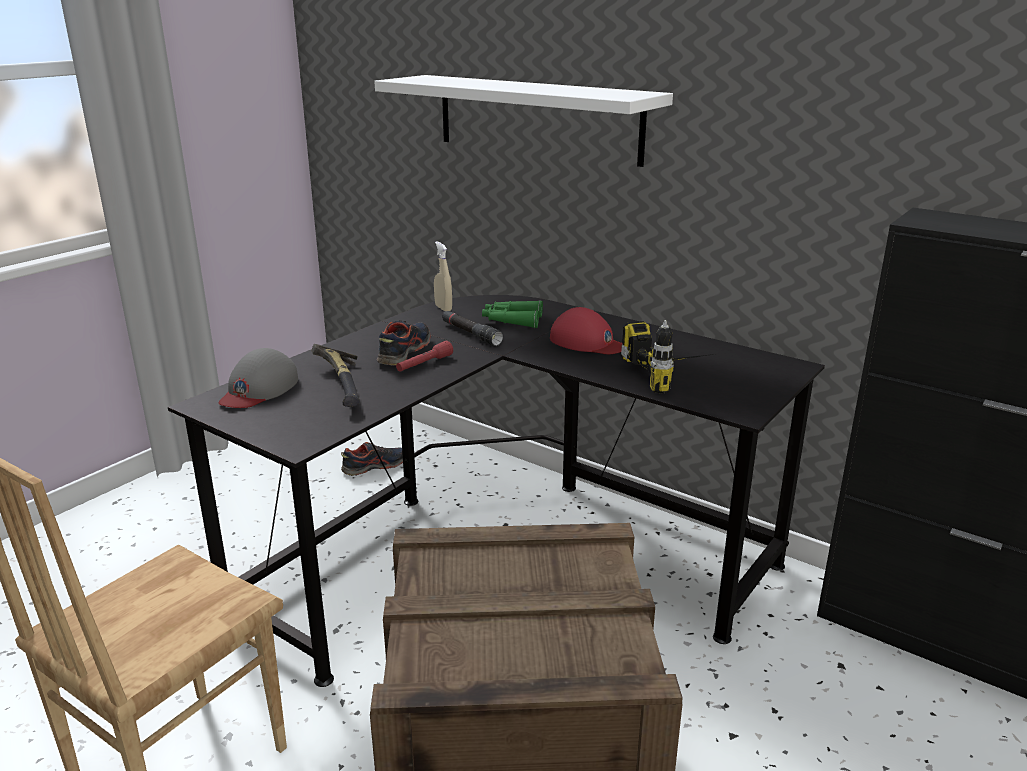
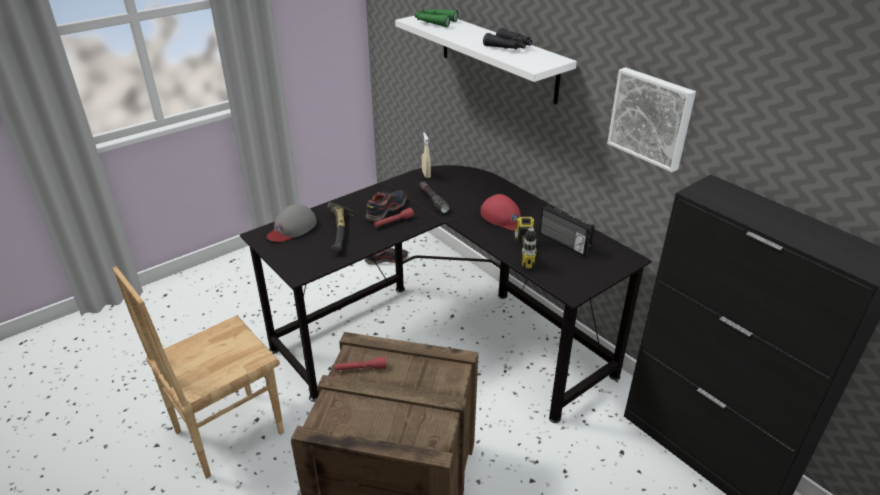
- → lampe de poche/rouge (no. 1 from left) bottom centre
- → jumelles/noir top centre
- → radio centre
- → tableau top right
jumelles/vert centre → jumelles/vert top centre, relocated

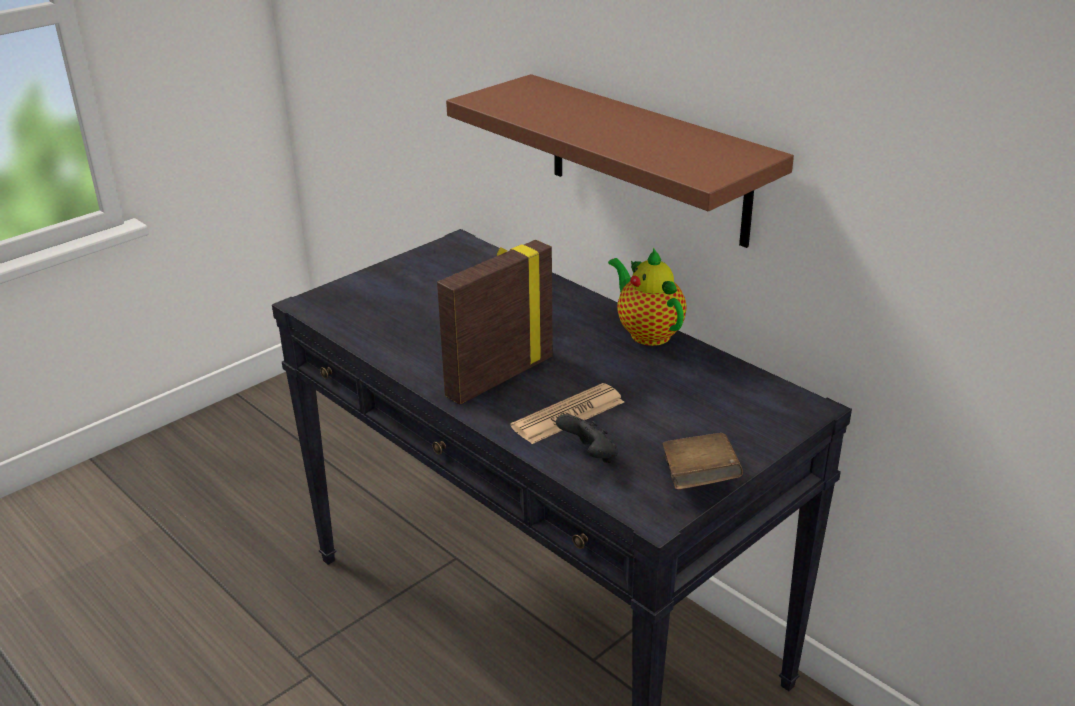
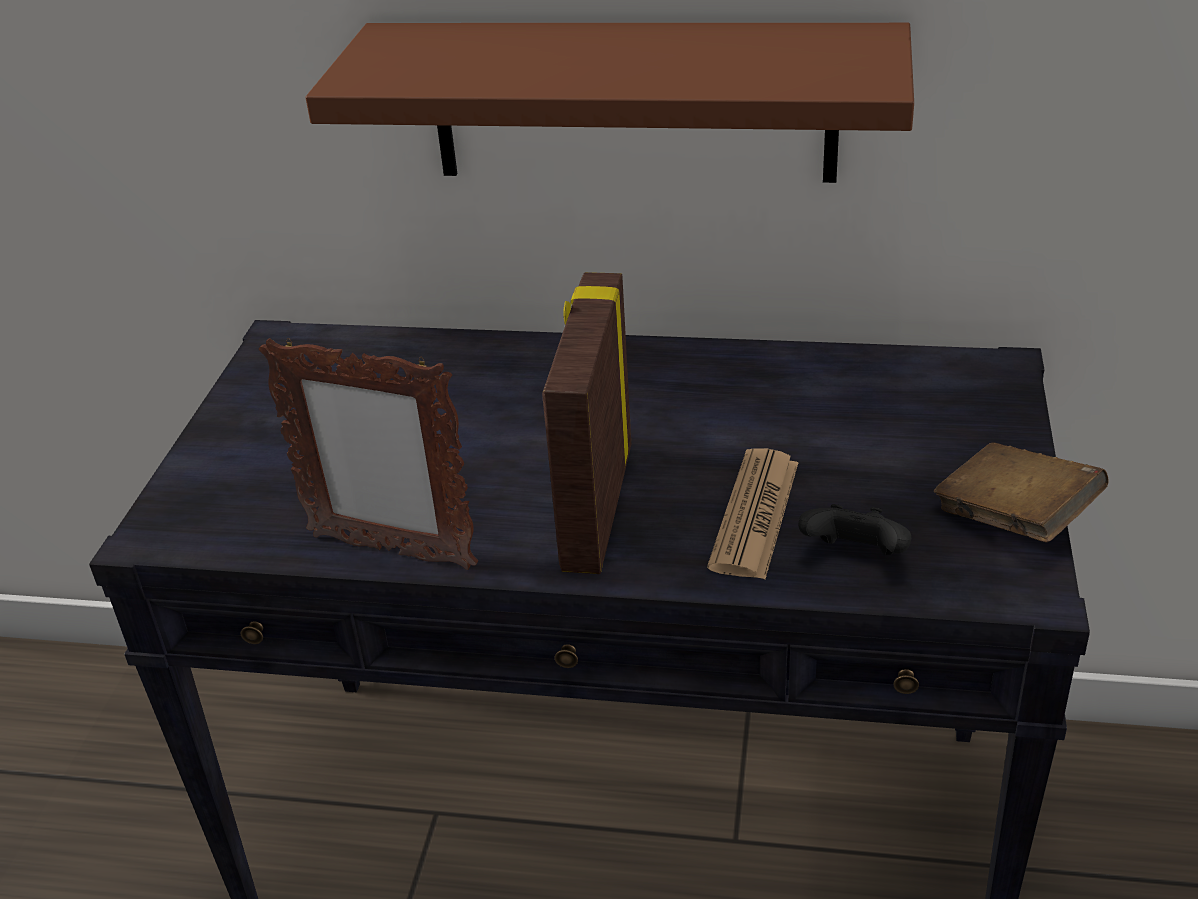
théière centre → -
- → cadre photo (no. 1 from left) middle left

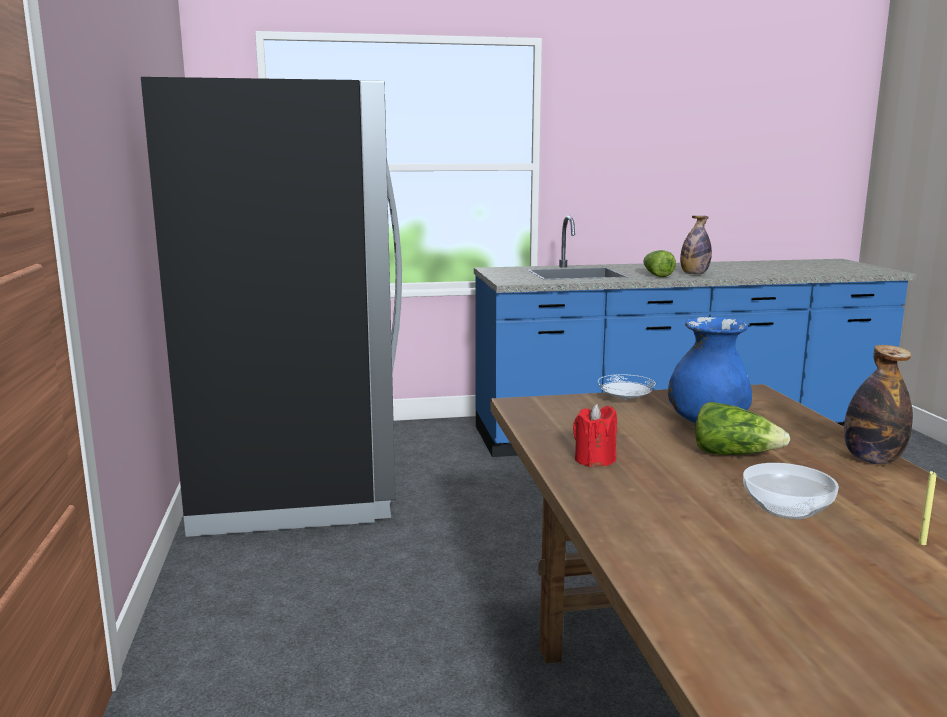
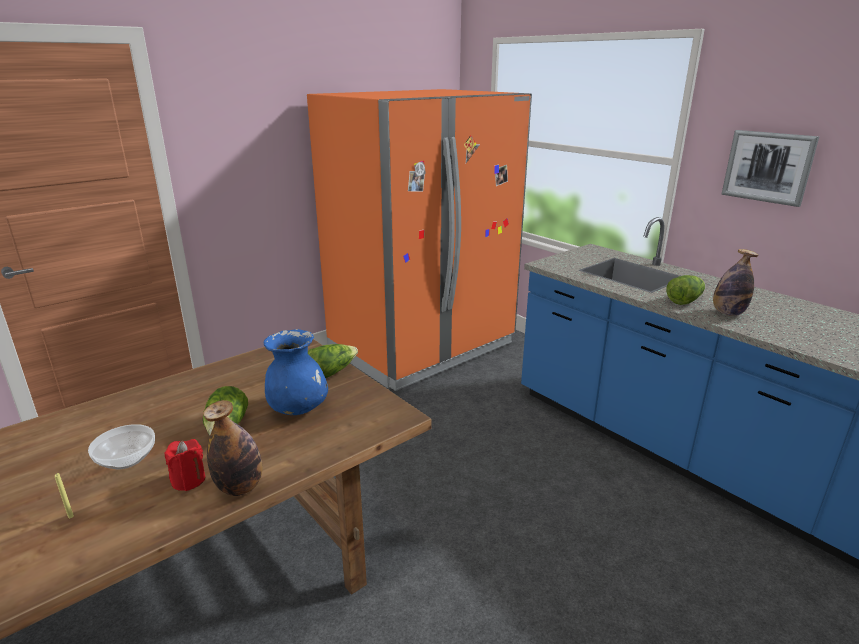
- → tableau top right
bougie/rouge centre → bougie/rouge bottom left, relocated
assiette/blanc centre → laitue (no. 2 from left) centre
réfrigérateur/noir middle left → réfrigérateur/orange centre

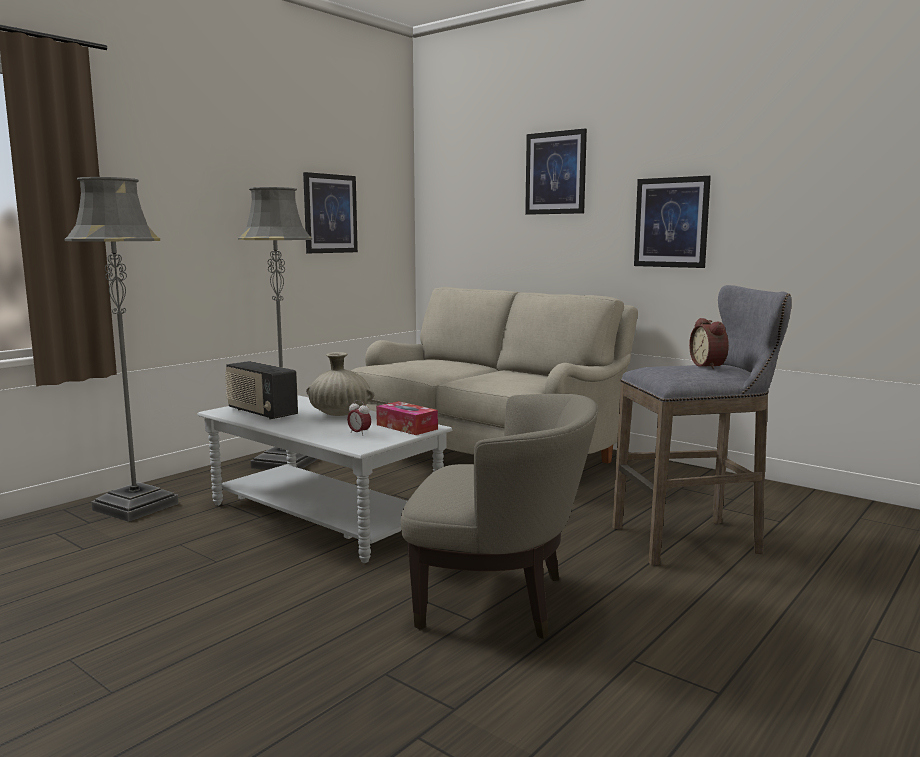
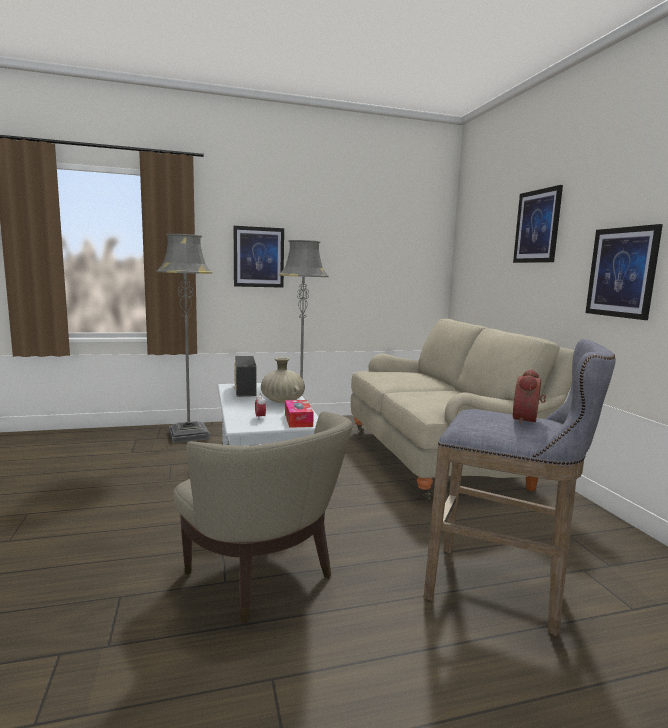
tableau (no. 1 from left) top centre → tableau (no. 1 from left) centre, relocated

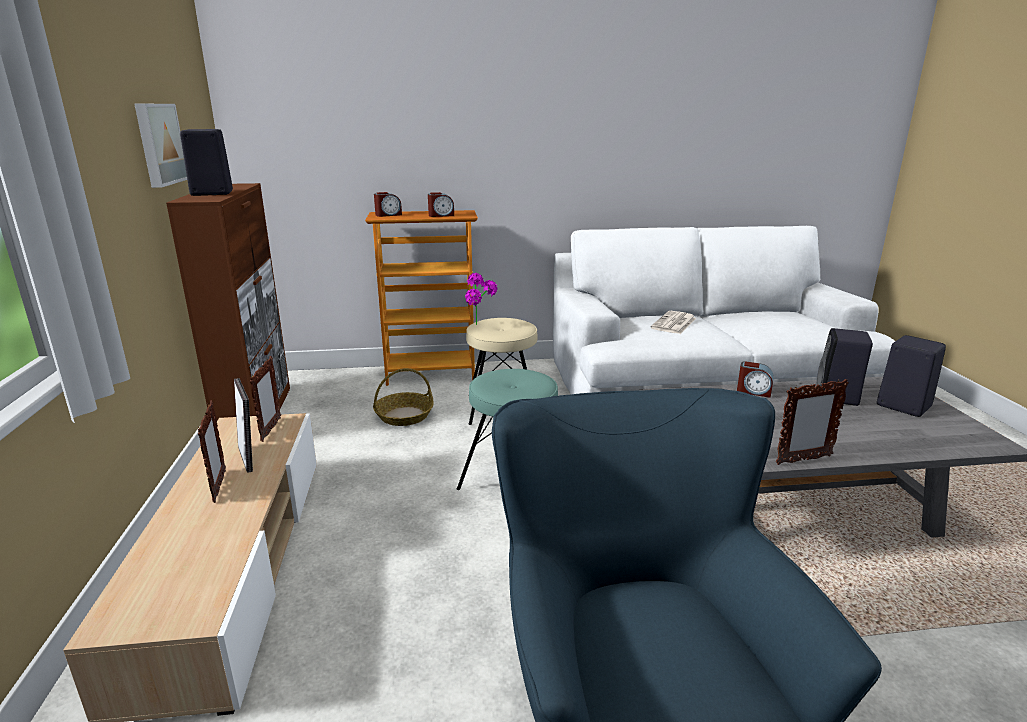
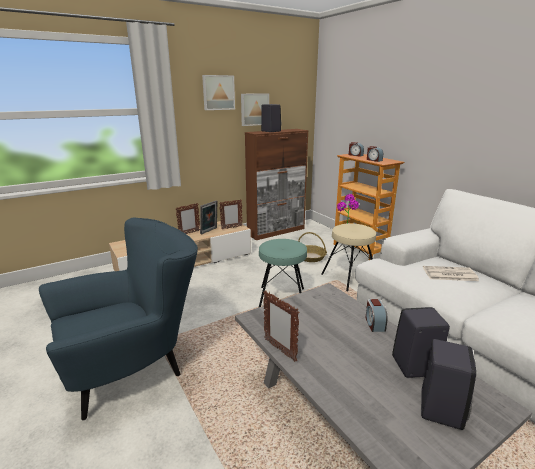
- → tableau (no. 1 from left) top centre

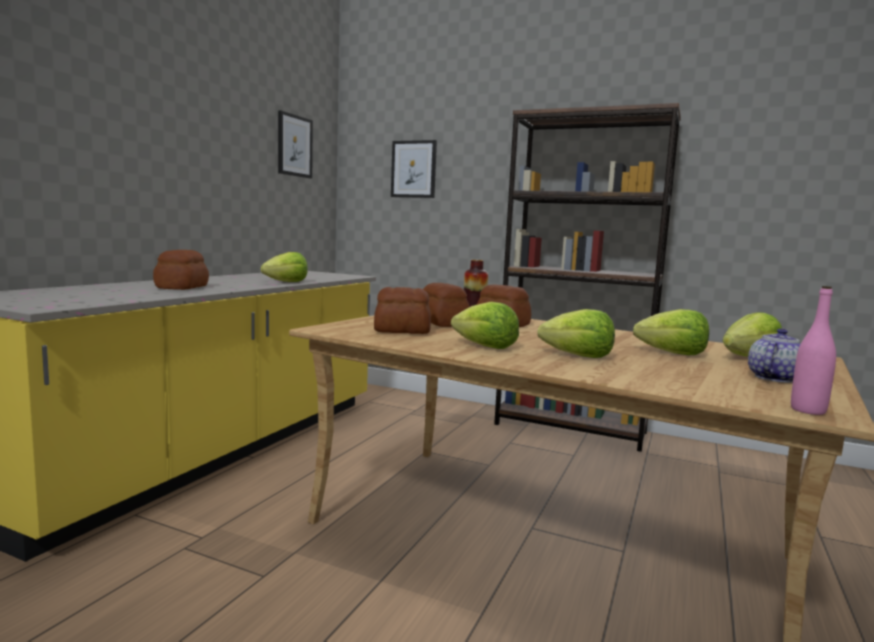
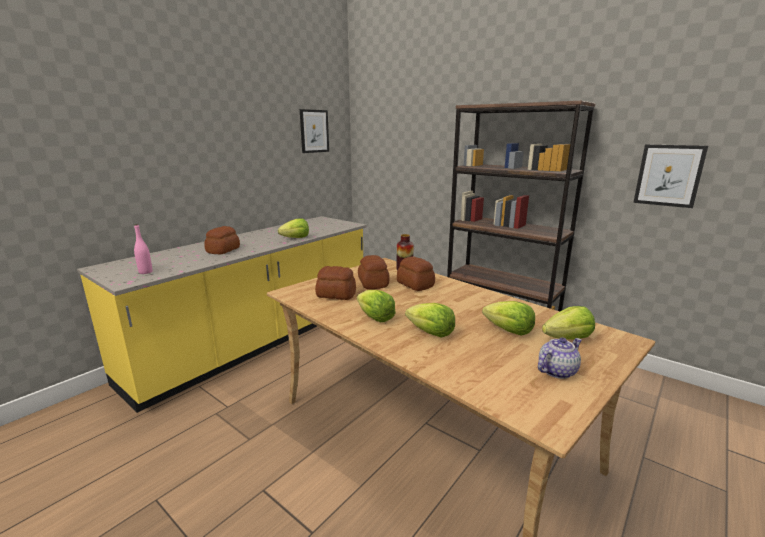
tableau (no. 2 from left) top centre → tableau (no. 2 from left) top right, relocated
bouteille/rose middle right → bouteille/rose middle left, relocated

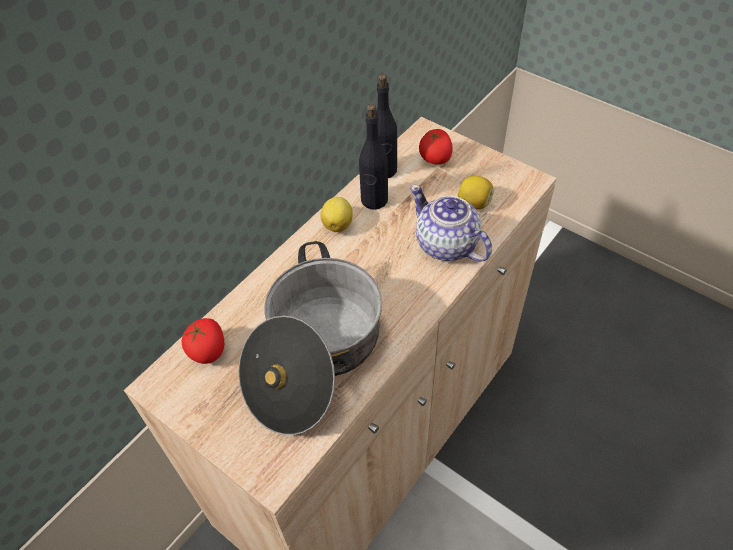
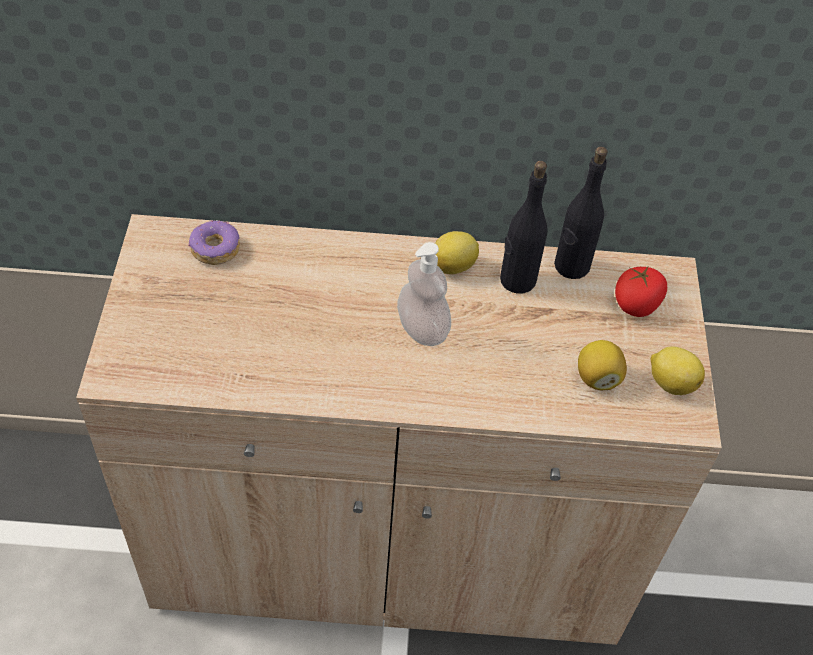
marmite centre → -
théière centre → -
- → distributeur de savon centre
- → citron (no. 3 from left) middle right
tomate (no. 1 from left) middle left → beignet middle left

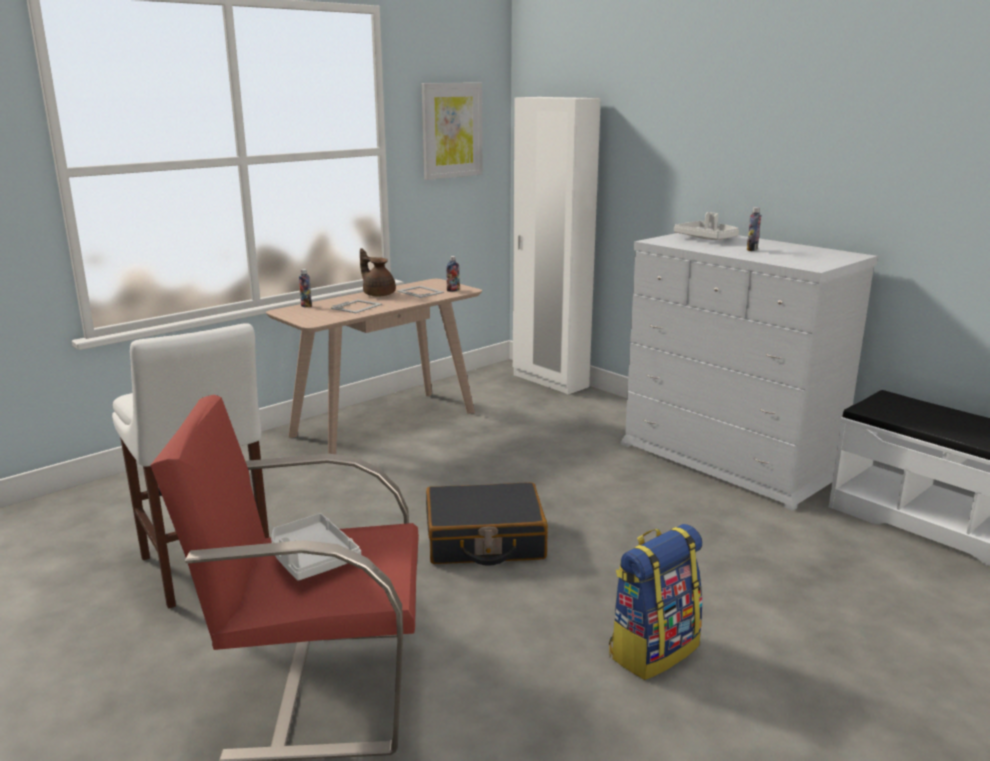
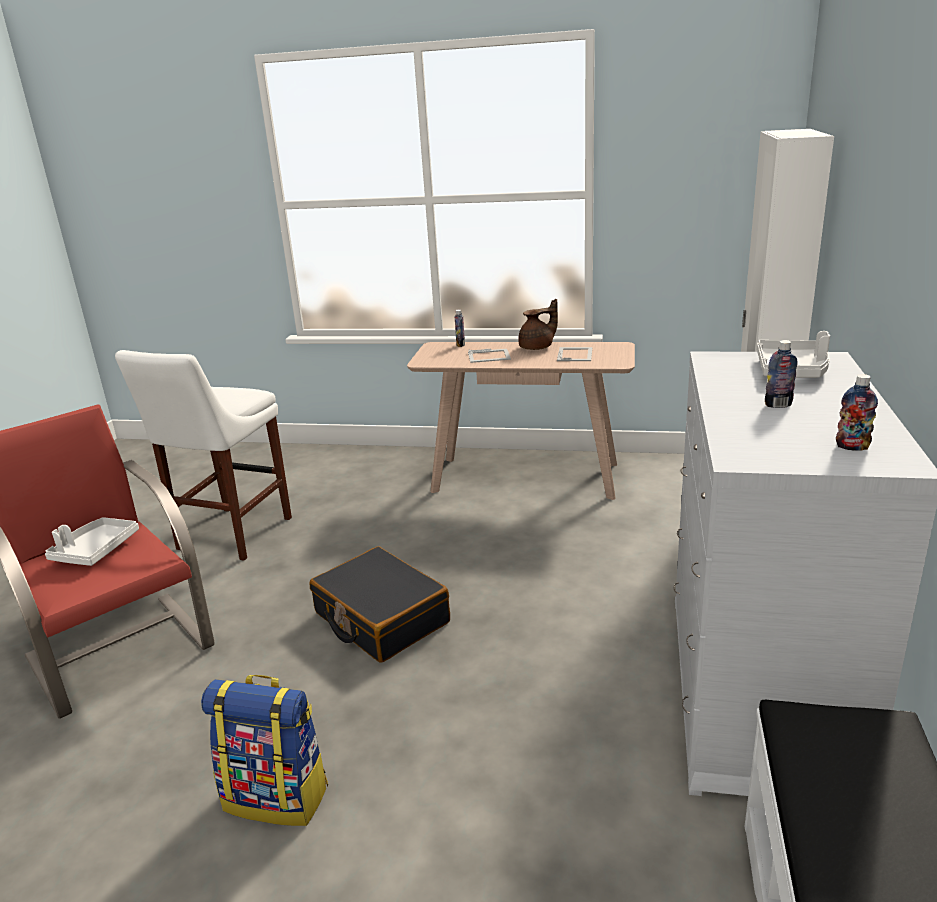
tableau top centre → -
bouteille (no. 2 from left in the first image) centre → bouteille (no. 3 from left) middle right, relocated
théière/marron centre, 60 degrees clockwise

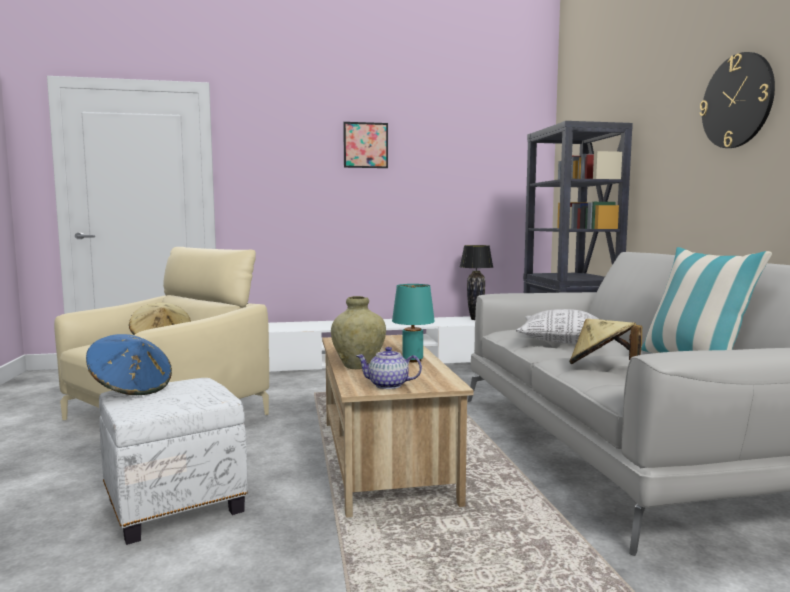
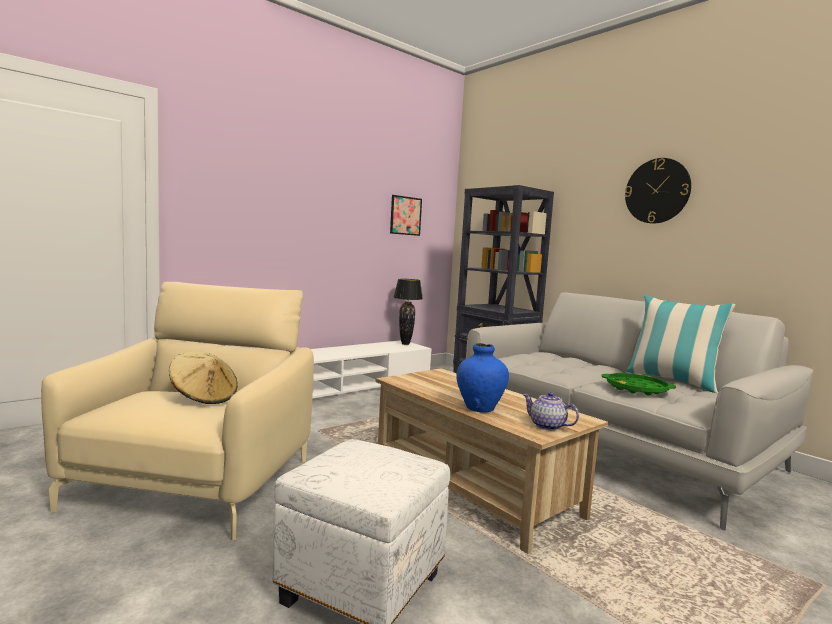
chapeau/bleu middle left → -
lampe de table/turquoise centre → -
coussin (no. 1 from left) middle right → -
tableau top centre → tableau centre, relocated
chapeau/beige (no. 2 from left) middle right → plateau/vert middle right
vase/beige centre → vase/bleu centre
théière centre, 60 degrees clockwise

